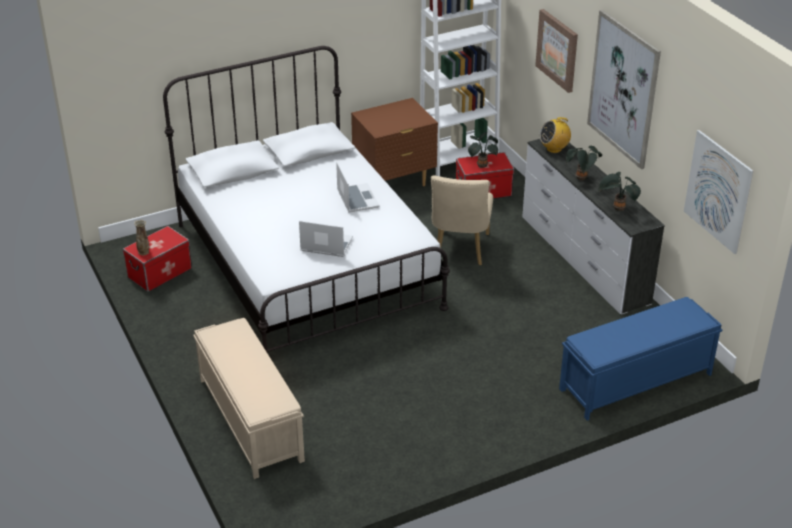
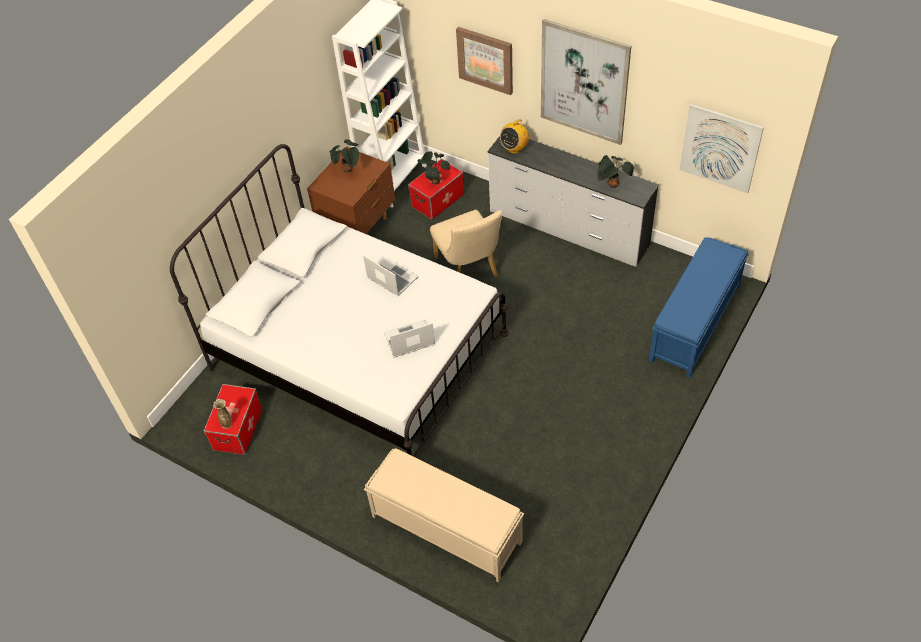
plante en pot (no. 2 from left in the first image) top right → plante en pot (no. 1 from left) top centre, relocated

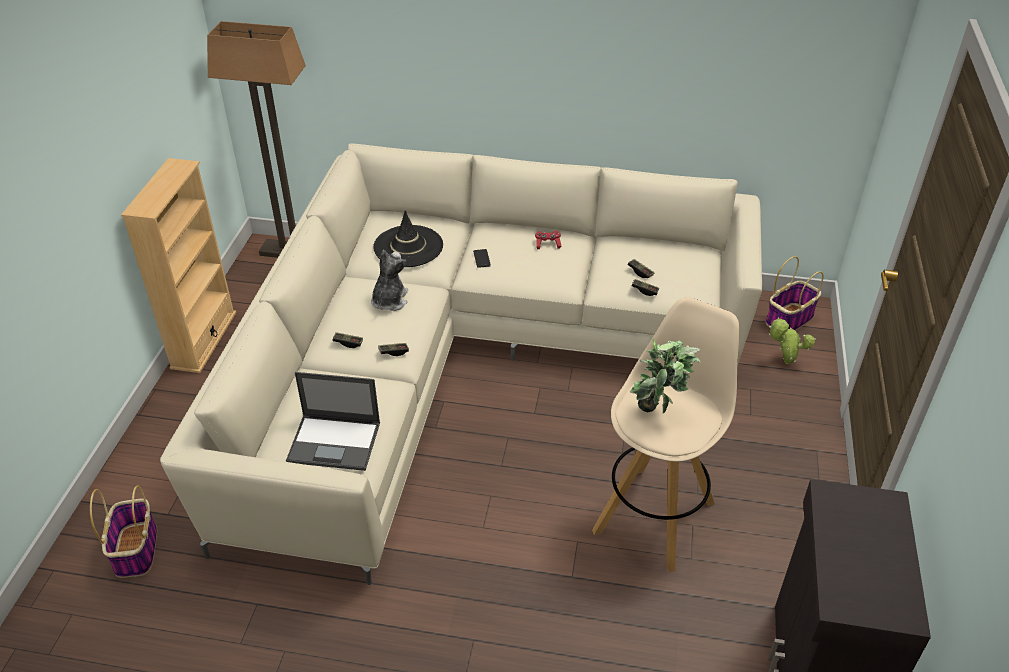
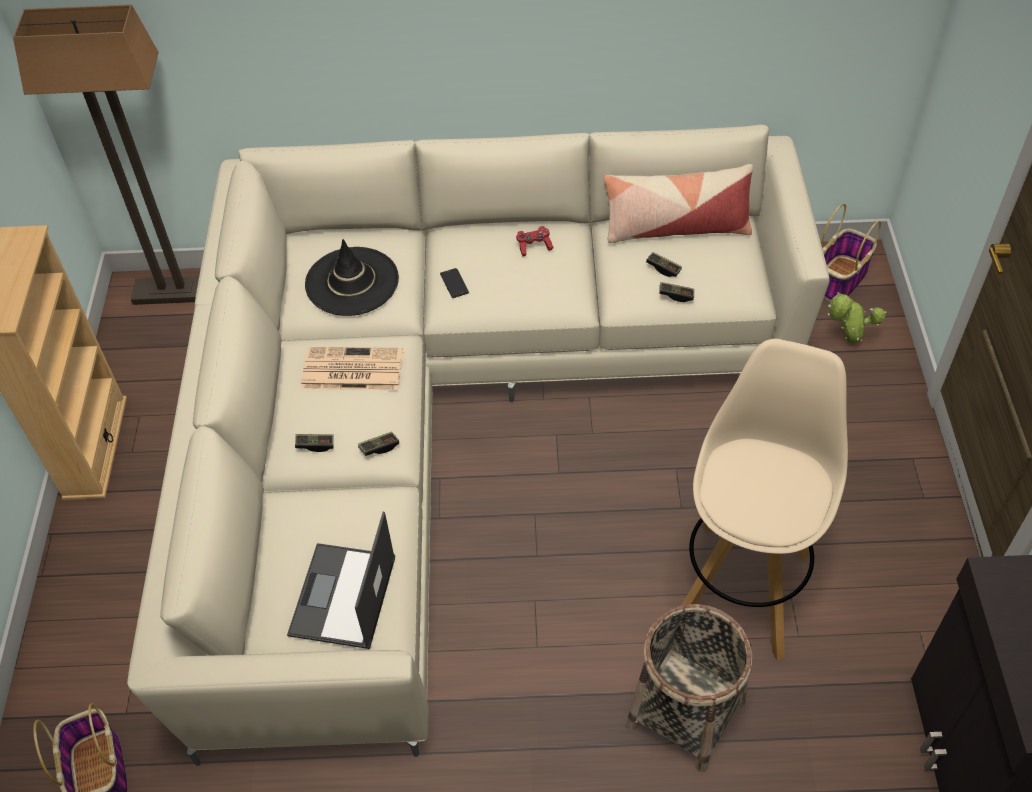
plante en pot (no. 1 from left) centre → -
- → coussin top centre
- → panier (no. 2 from left) bottom right
peluche centre → journal centre
ordinateur portable middle left → ordinateur portable bottom left, 105 degrees clockwise

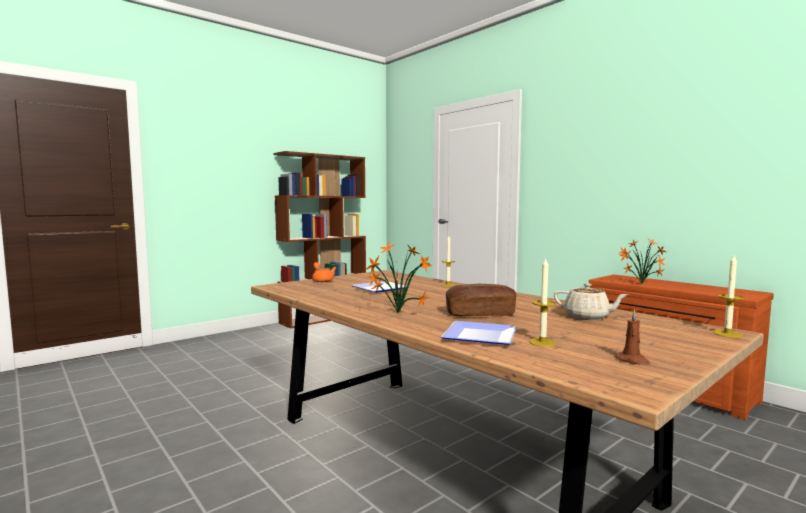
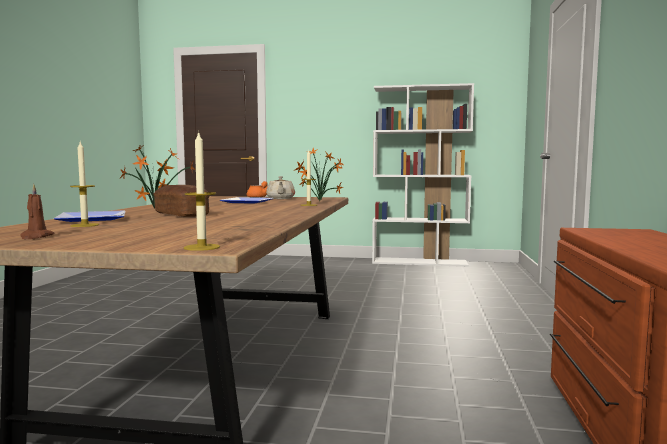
théière/beige middle right → théière/beige centre, relocated
plante en pot (no. 2 from left) middle right → plante en pot (no. 2 from left) centre, relocated
bibliothèque/marron centre → bibliothèque/blanc centre

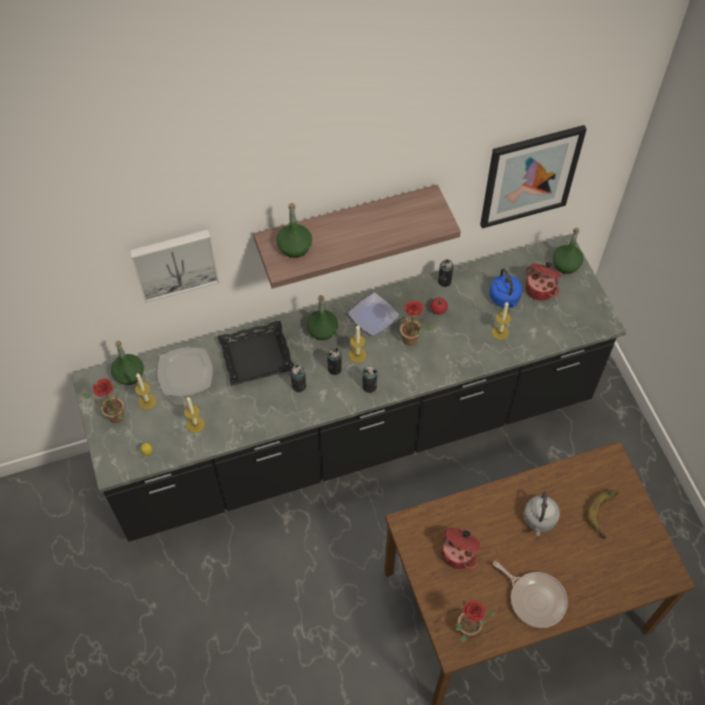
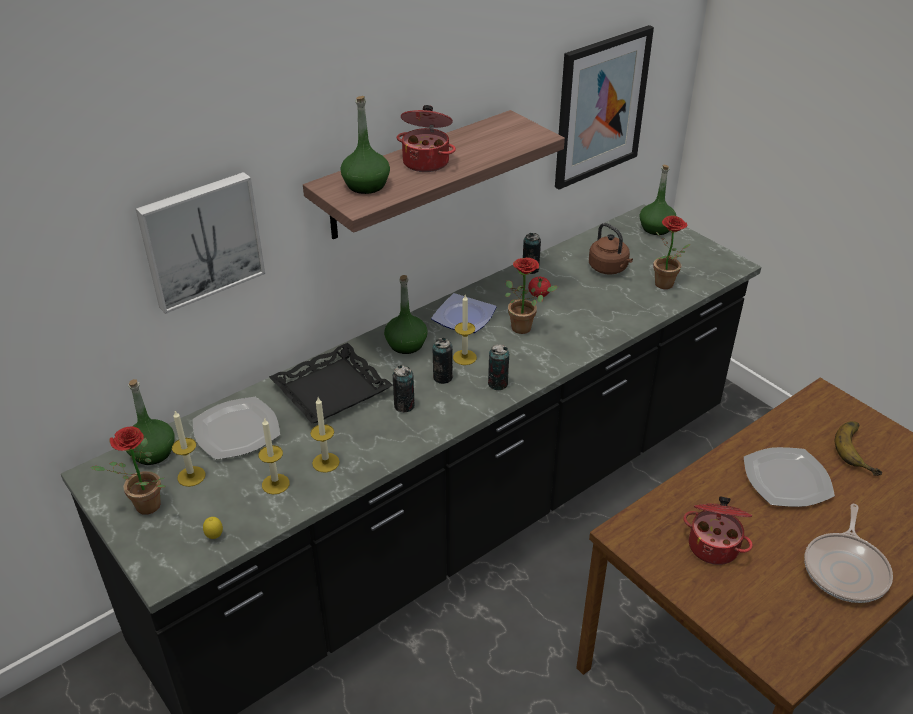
plante en pot (no. 3 from left) bottom right → plante en pot (no. 3 from left) middle right, relocated
bougie (no. 4 from left in the first image) middle right → bougie (no. 3 from left) centre, relocated
marmite (no. 2 from left in the first image) middle right → marmite (no. 1 from left) top centre, relocated
bouilloire/gris bottom right → assiette (no. 3 from left) bottom right
bouilloire/bleu middle right → bouilloire/marron middle right
poêle bottom right, 90 degrees clockwise

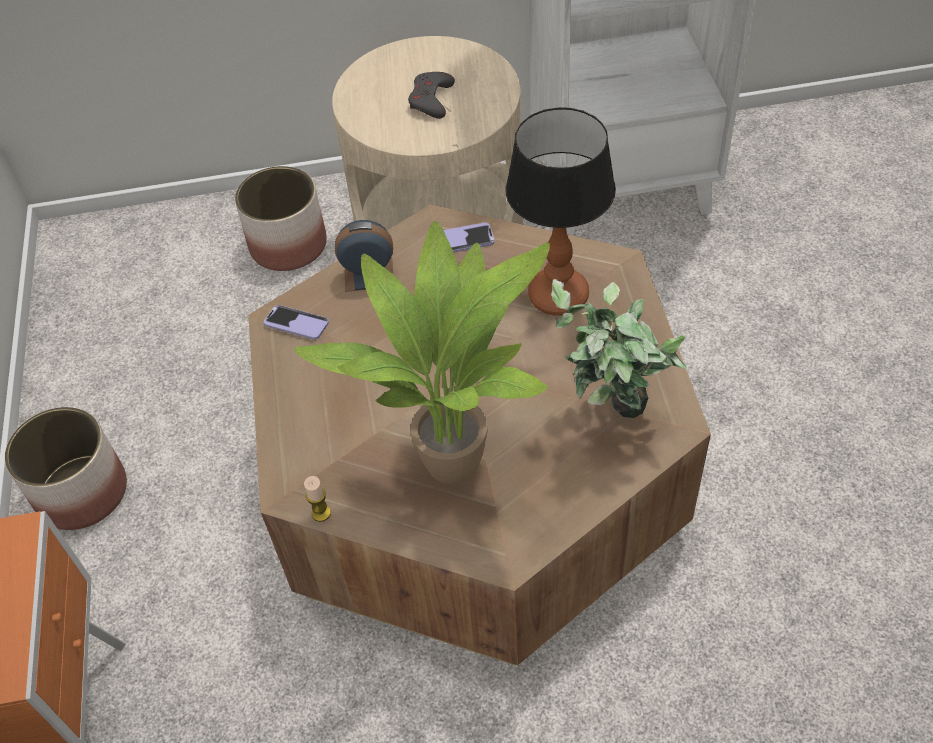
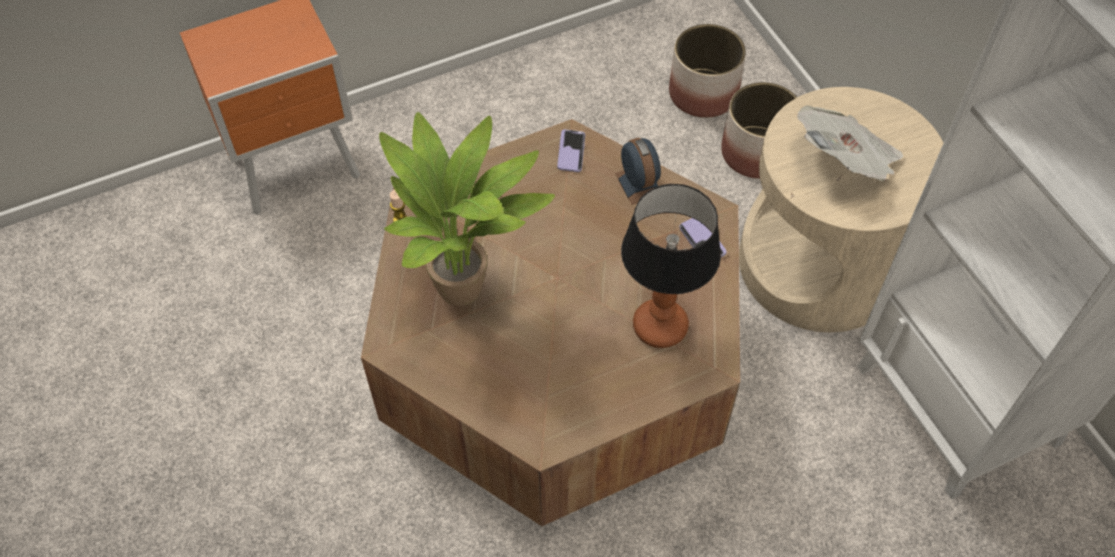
plante en pot (no. 2 from left) centre → -
cache-pot (no. 1 from left) middle left → cache-pot (no. 1 from left) top centre, relocated
manette/gris top centre → journal top right

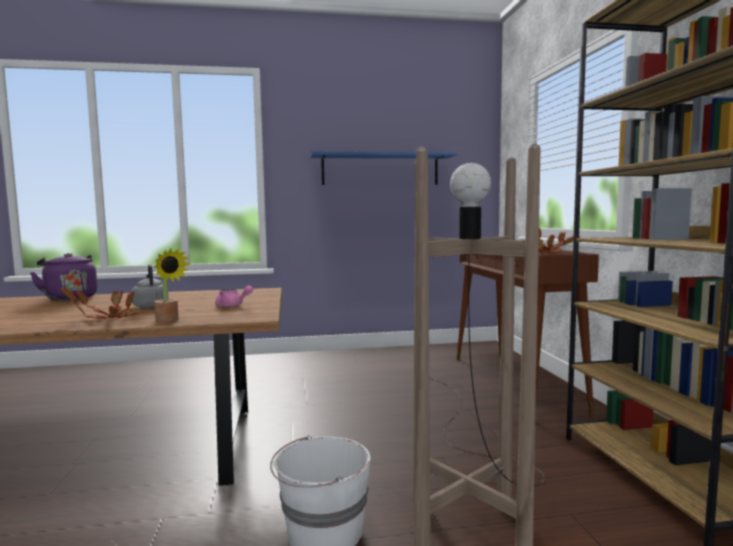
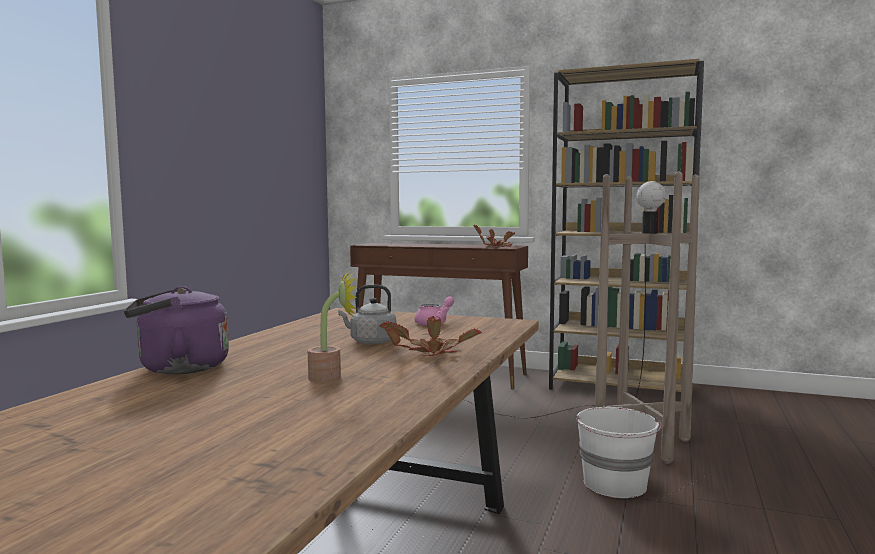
étagère/bleu top centre → -
plante en pot (no. 2 from left in the first image) middle left → plante en pot (no. 1 from left) centre, relocated

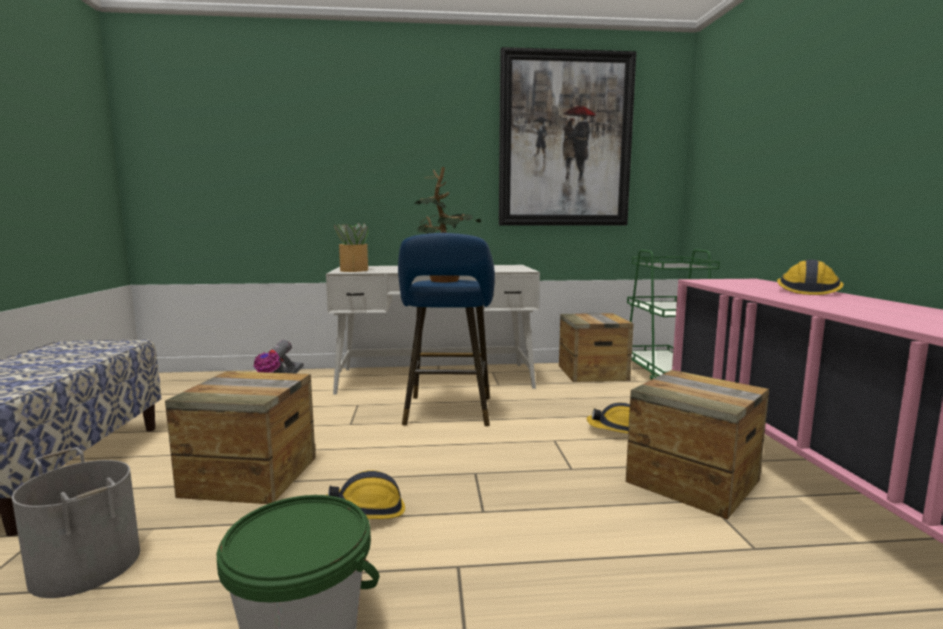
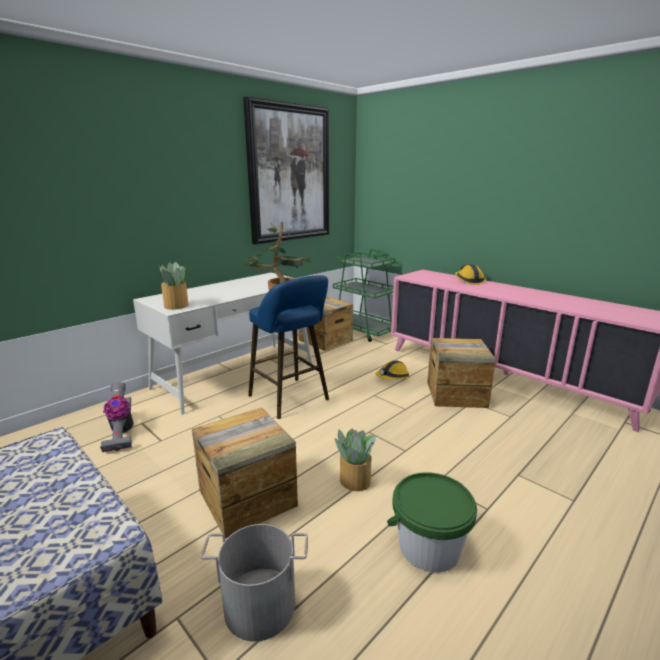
casque de chantier (no. 1 from left) bottom centre → plante en pot (no. 3 from left) bottom centre

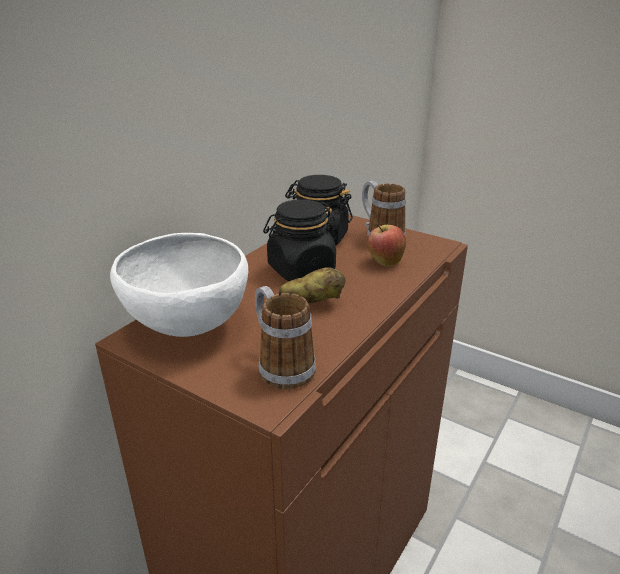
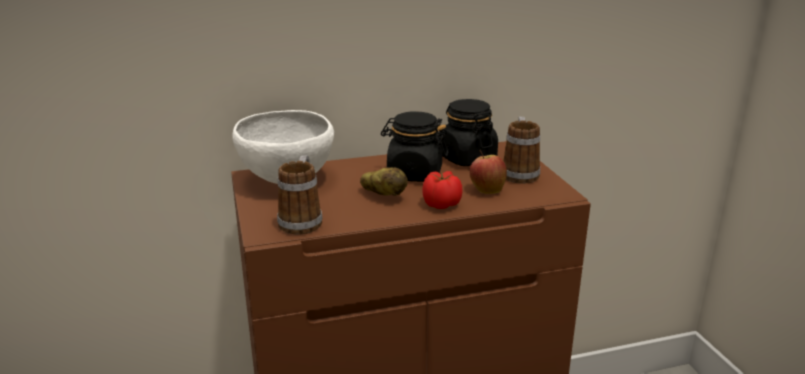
- → tomate centre

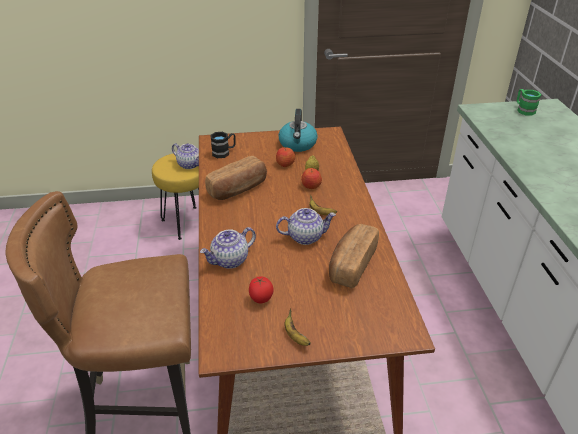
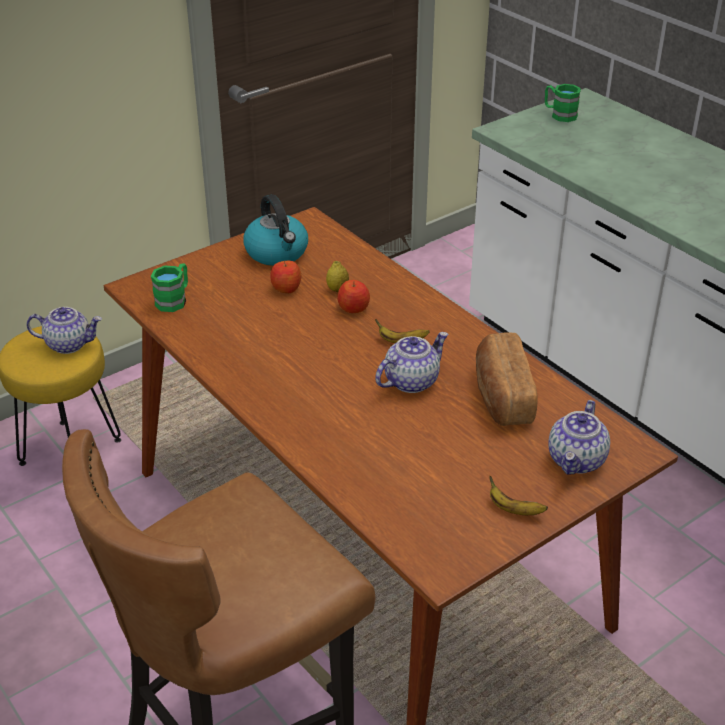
pain (no. 1 from left) centre → -
tomate centre → -
théière (no. 2 from left in the first image) centre → théière (no. 3 from left) middle right, relocated
mug/noir centre → mug/vert (no. 1 from left) middle left

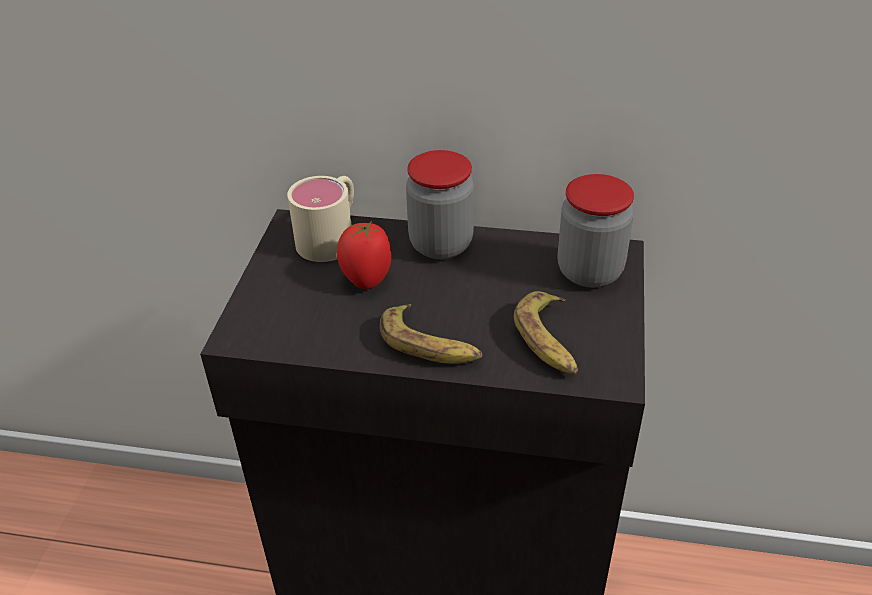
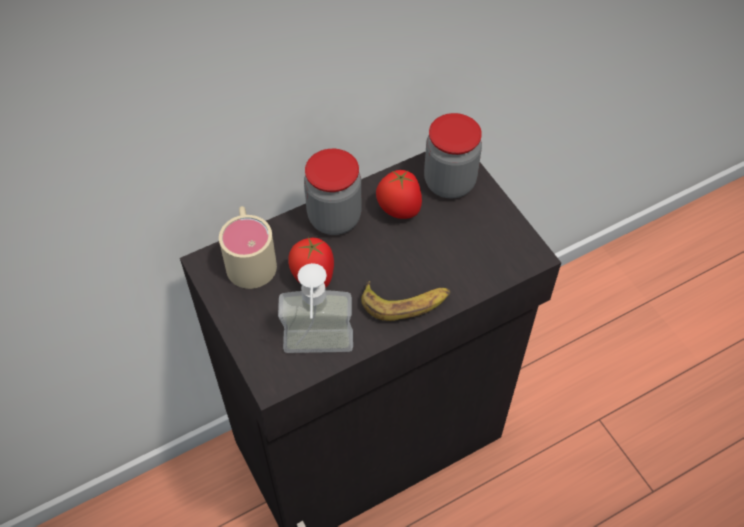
banane (no. 2 from left) centre → -
- → distributeur de savon centre
- → tomate (no. 2 from left) centre

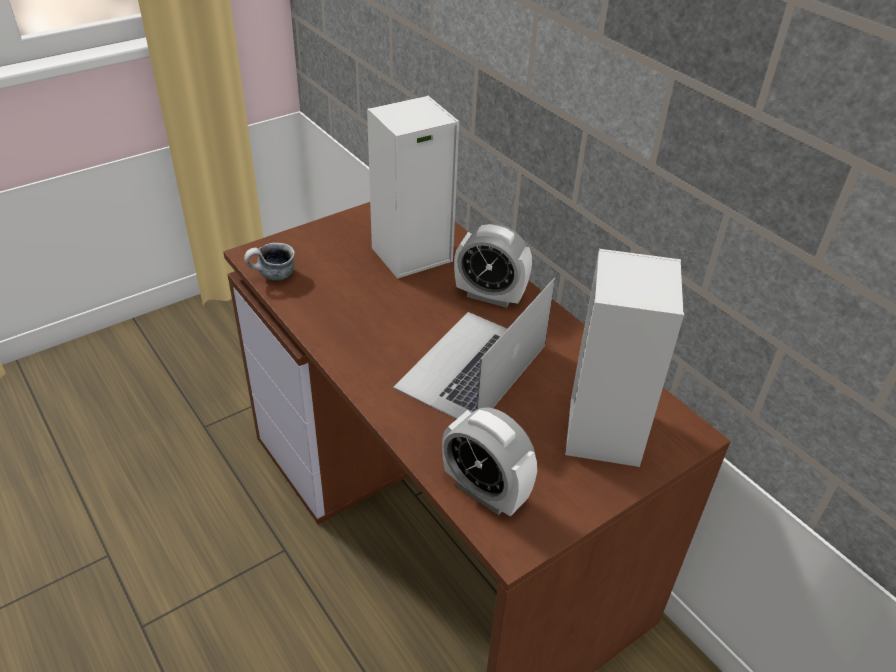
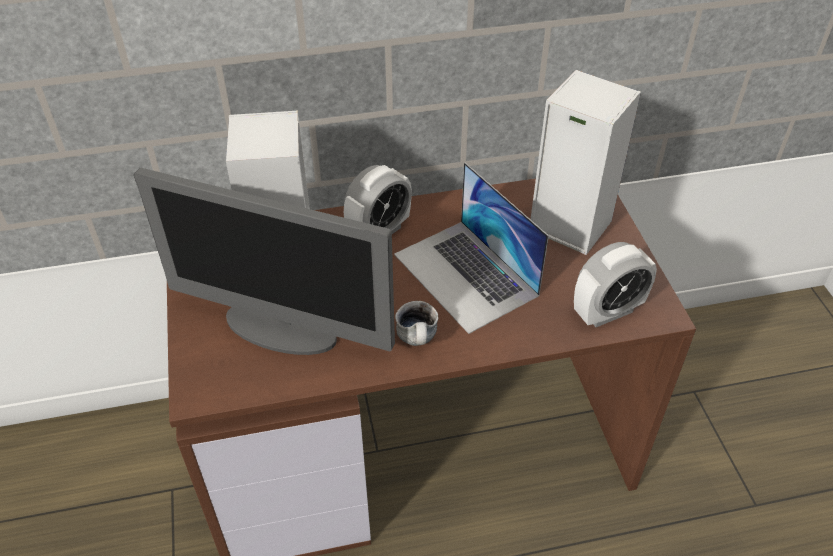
- → écran d'ordinateur middle left
mug middle left → mug centre, relocated

